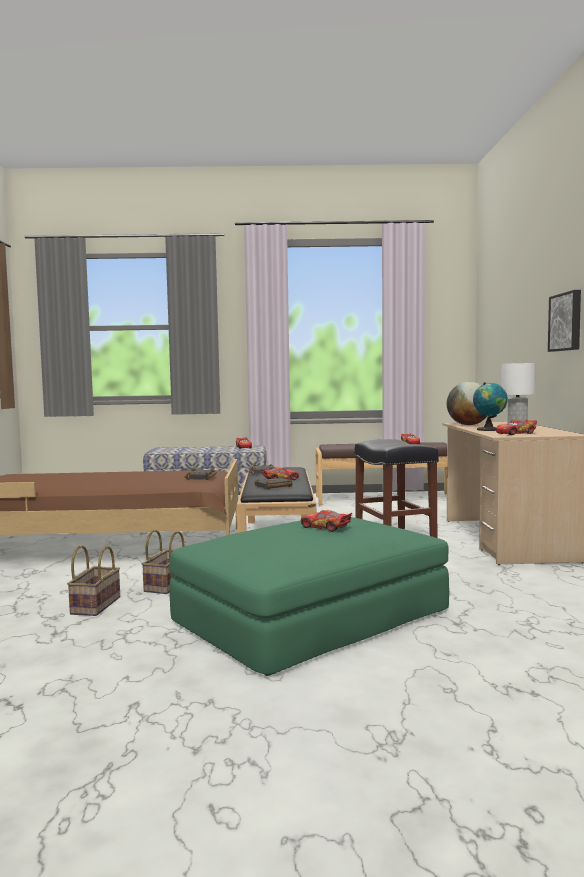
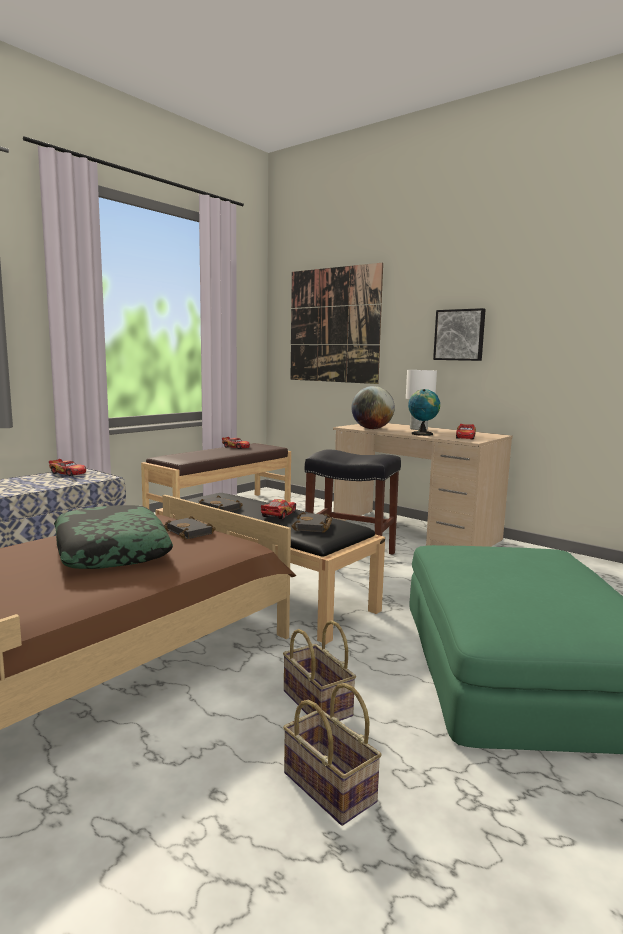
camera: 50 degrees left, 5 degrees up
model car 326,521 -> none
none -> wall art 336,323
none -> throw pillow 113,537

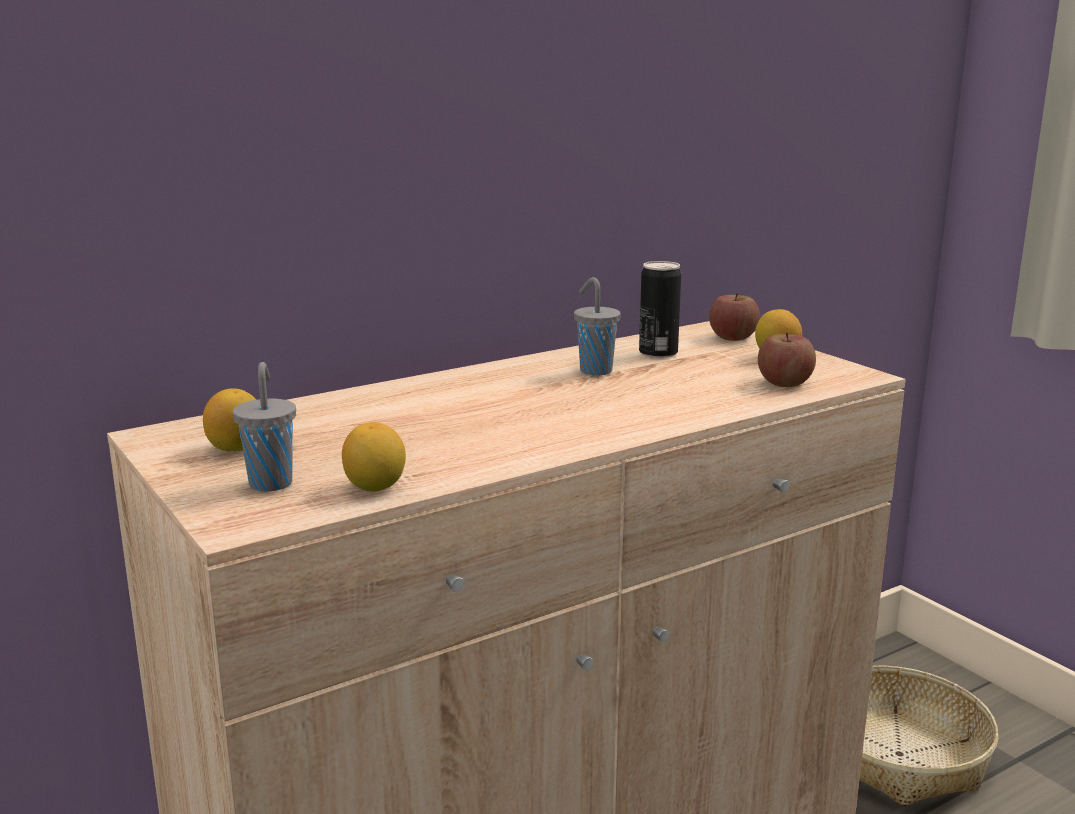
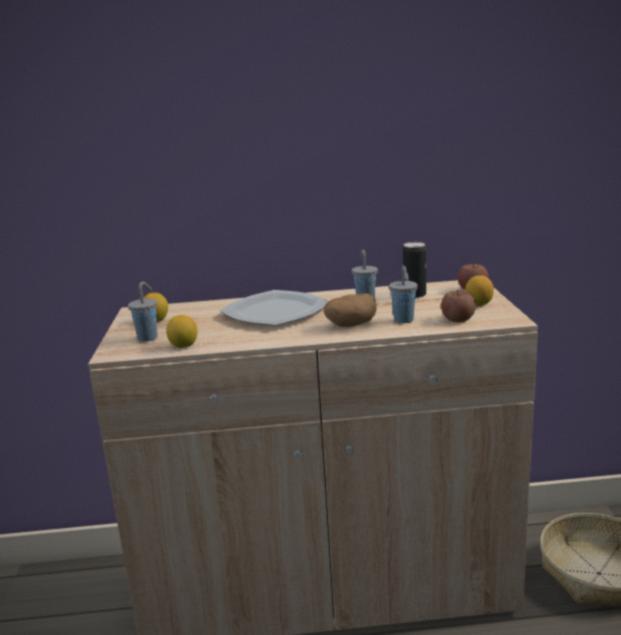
camera: 30 degrees right, 0 degrees up
none -> grey small cup 403,294
none -> dinner plate 274,308
none -> potato 350,310

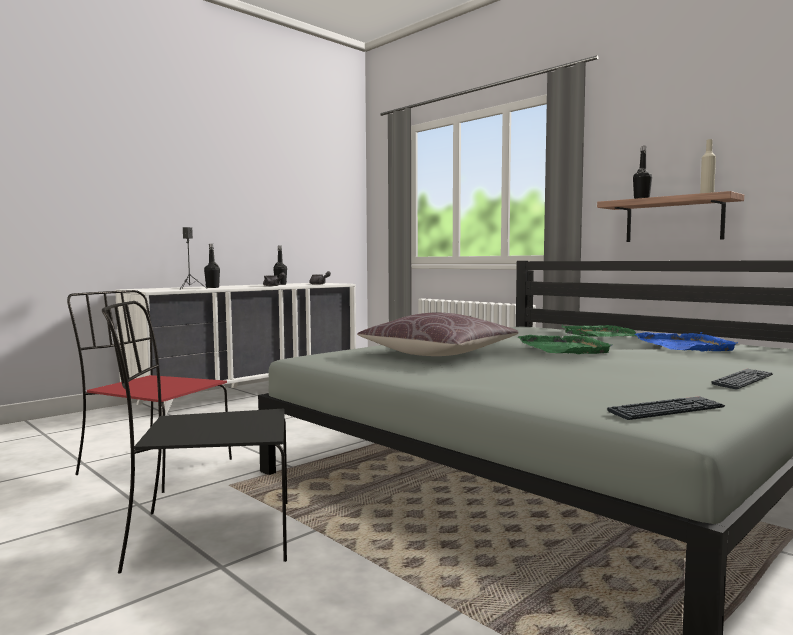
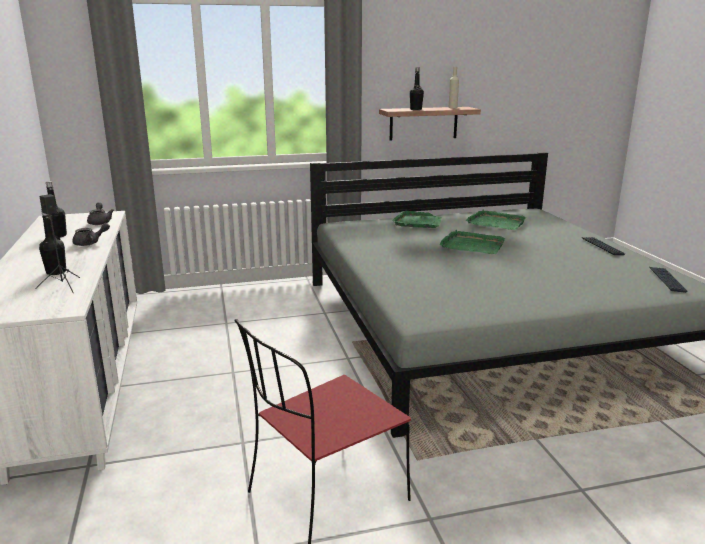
camera: 60 degrees left, 15 degrees up
blackish upright chair 194,437 -> none
brownish throw pillow 438,334 -> none
blue-coloured serving tray 686,342 -> greenish serving tray 496,219

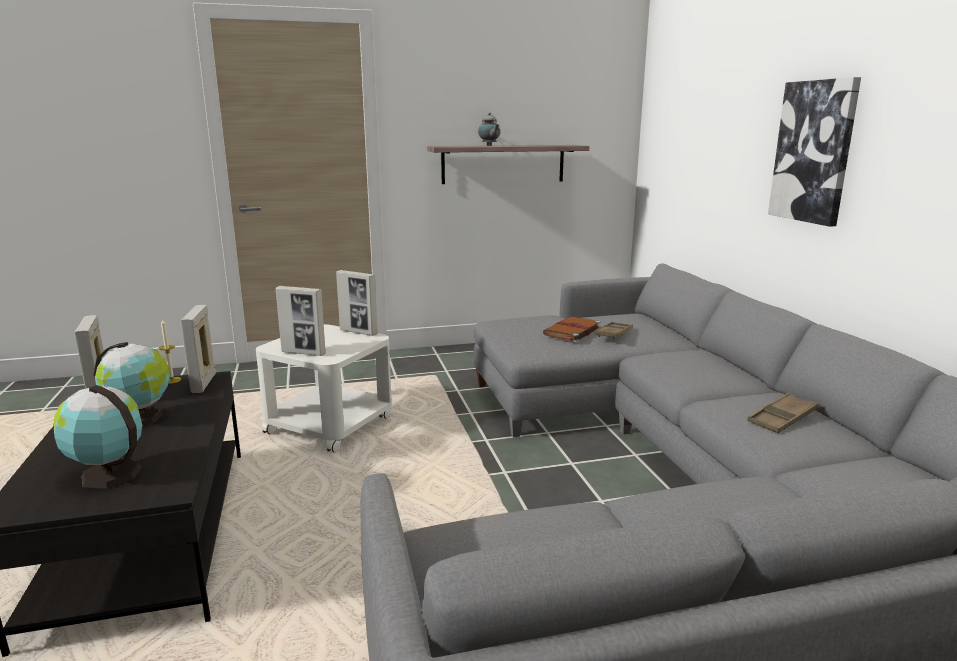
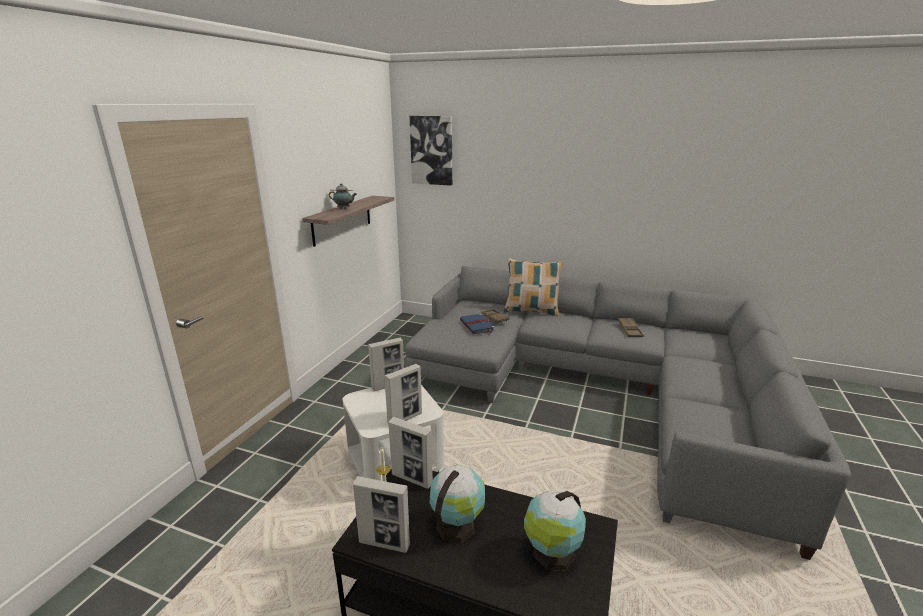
camera: 55 degrees left, 5 degrees up
wall art 814,152 -> wall art 431,151, moved
brownish book 572,329 -> blue-coloured book 477,324
none -> throw pillow 533,287

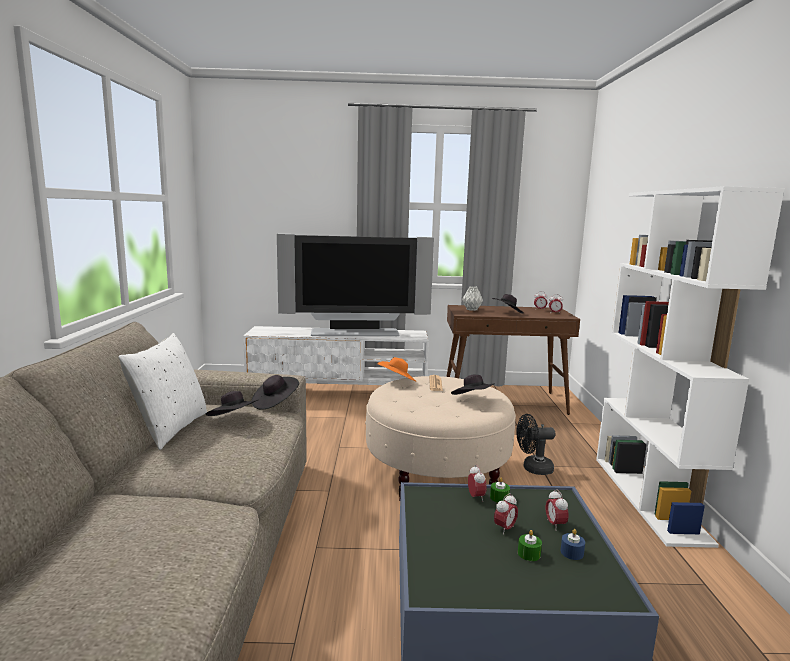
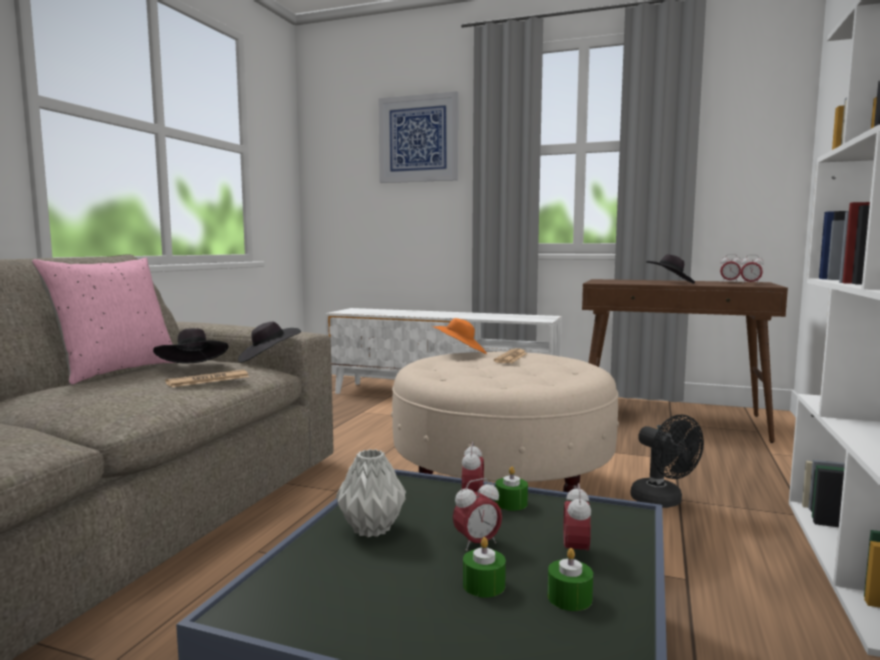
camera: 20 degrees right, 5 degrees down
TV set 355,285 -> none
grey vase 472,298 -> grey vase 371,493, moved
white-coloured throw pillow 162,391 -> pink-coloured throw pillow 103,321
blackish clothing hat 473,385 -> none
blackish electric fan 535,444 -> blackish electric fan 667,461, 135 degrees counterclockwise
blue-coloured wax candle 573,544 -> greenish wax candle 570,579
none -> wall art 418,137
none -> printed paper 207,378

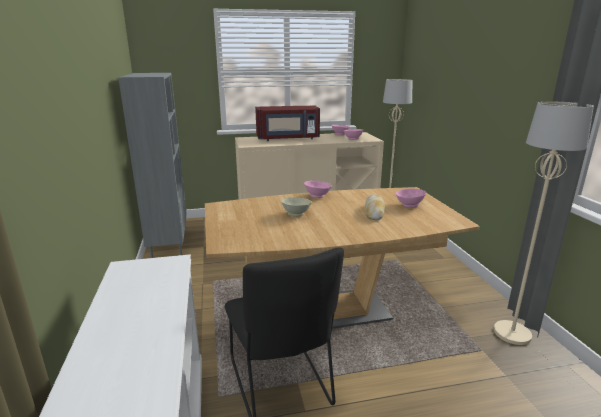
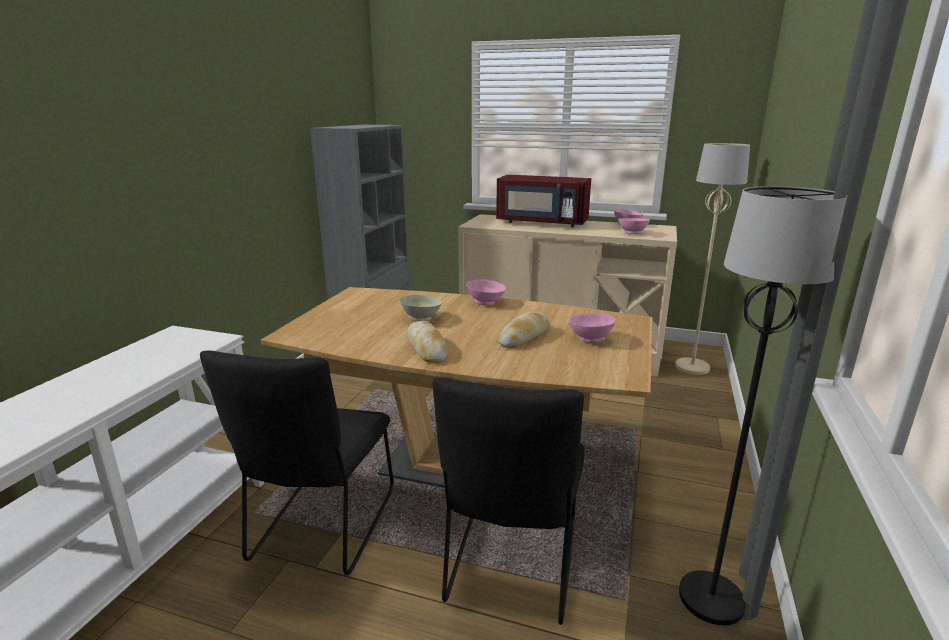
camera: 30 degrees right, 0 degrees up
beige standard lamp 544,223 -> blackish standard lamp 763,405
none -> bakery bread 427,342
none -> blackish upright chair 509,501

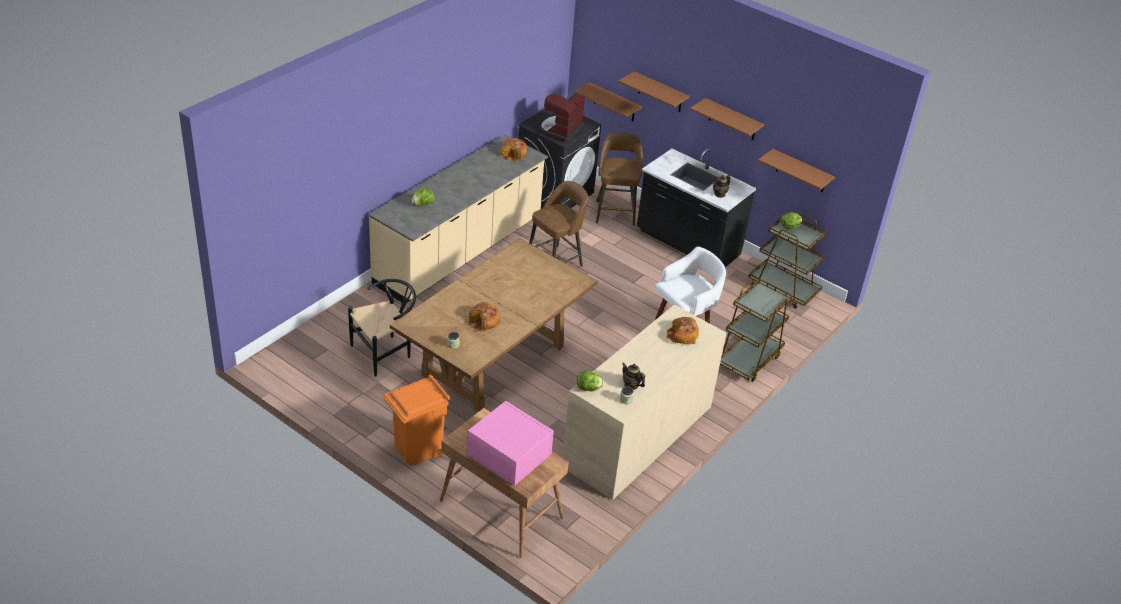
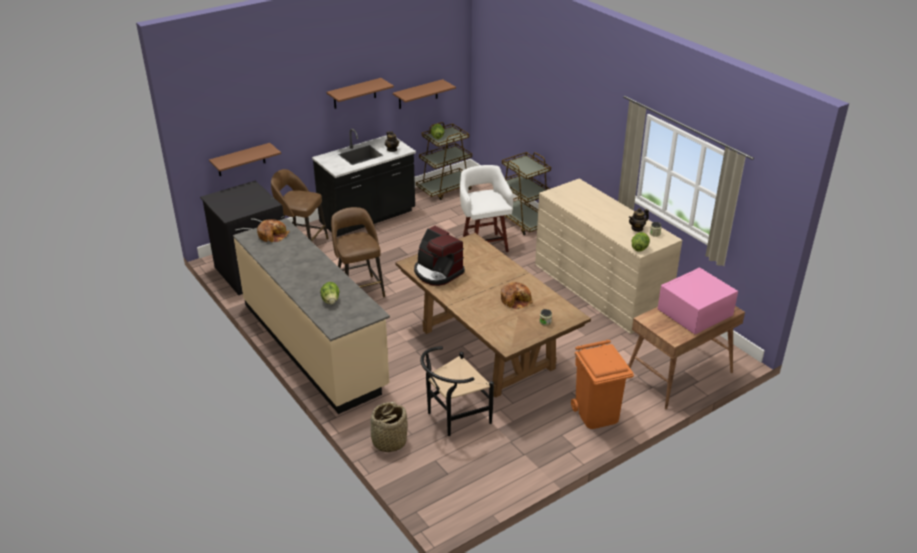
camera: 70 degrees left, 5 degrees down
brownish wall shelf 654,91 -> none
coffee brewer 562,117 -> coffee brewer 439,256, moved
blackish upright chair 382,328 -> blackish upright chair 457,391, 105 degrees counterclockwise
bakery bread 682,331 -> none
none -> household basket 389,427

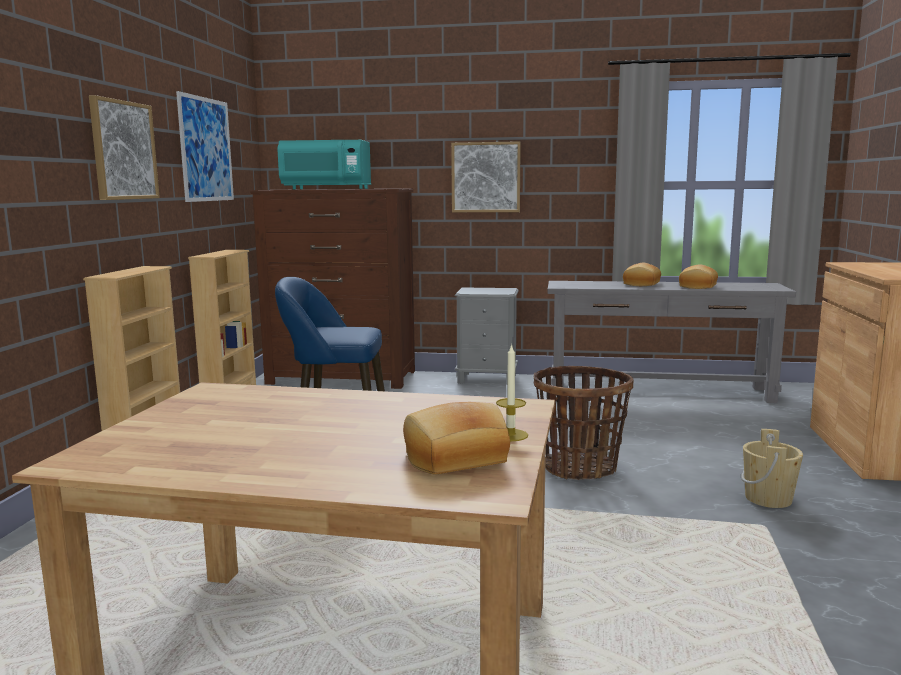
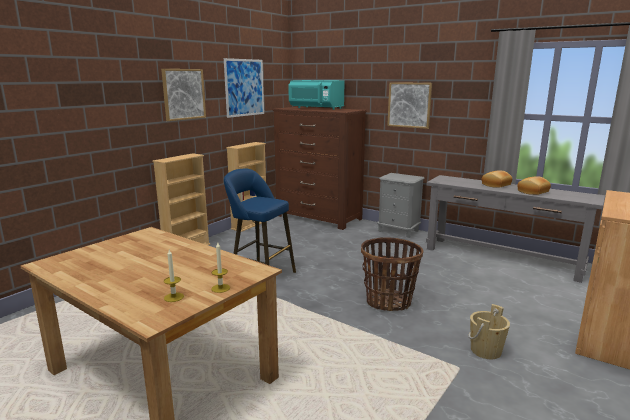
camera: 25 degrees right, 5 degrees up
bakery bread 456,438 -> wax candle 174,276

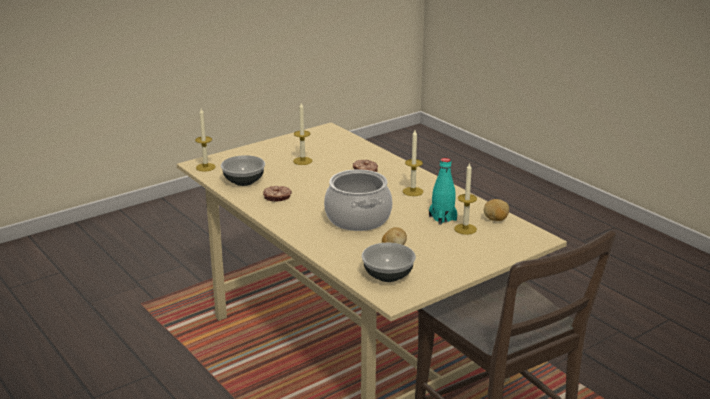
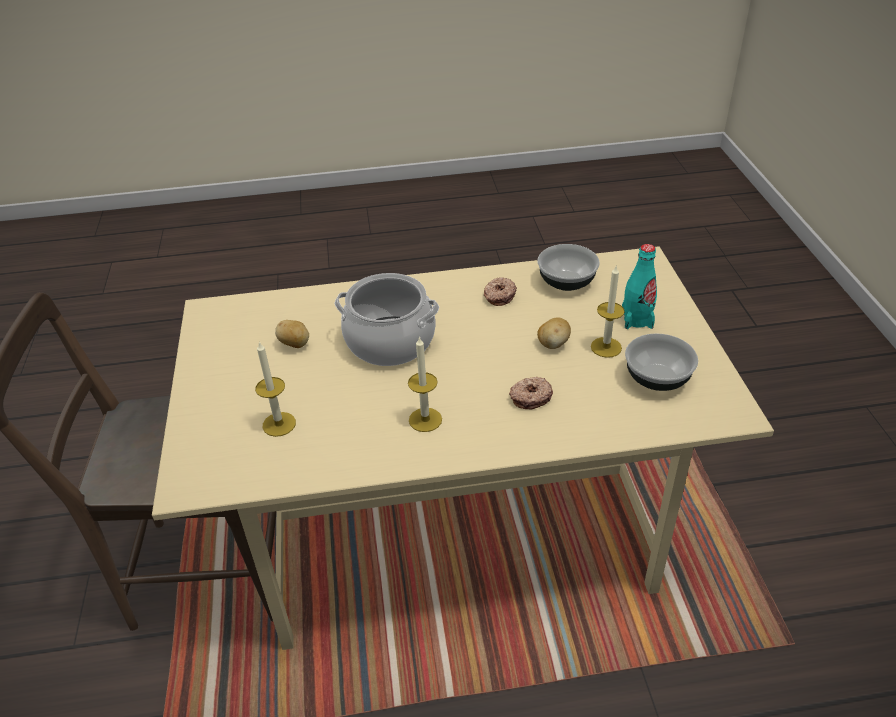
camera: 120 degrees right, 15 degrees up
wax candle 205,140 -> none
turquoise beverage bottle 443,191 -> turquoise beverage bottle 639,286, moved
potato 496,210 -> potato 554,333, moved
bowl 389,262 -> bowl 661,362, moved

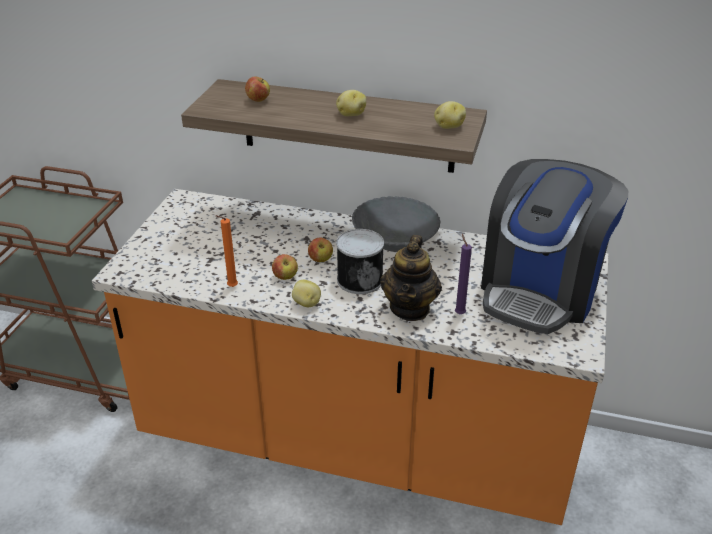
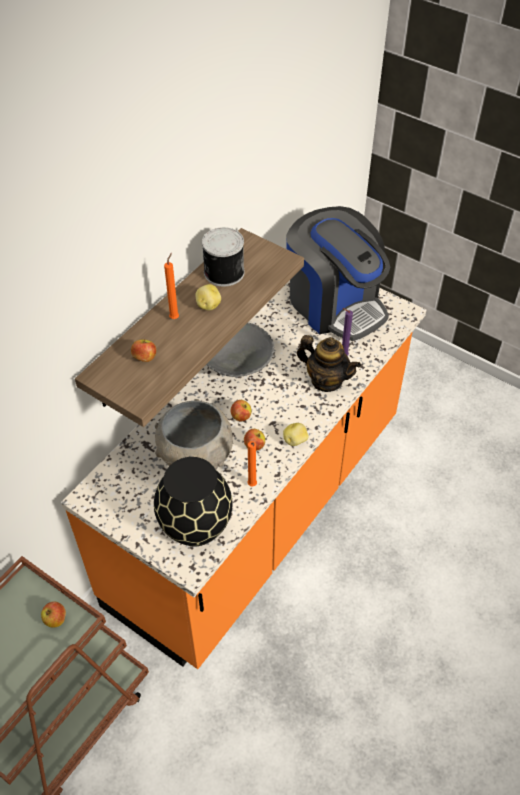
camera: 70 degrees left, 15 degrees up
potato 450,115 -> none
metal can 360,261 -> metal can 223,257, moved
none -> orangey wax candle 171,286
none -> grey bowl 194,434
none -> blackish vase 193,501
none -> whole apple 53,615

